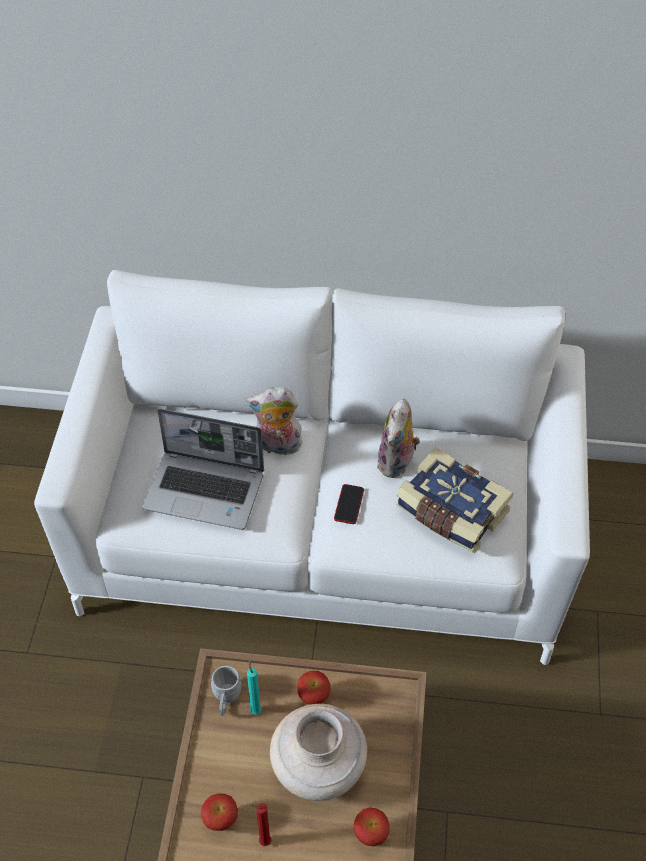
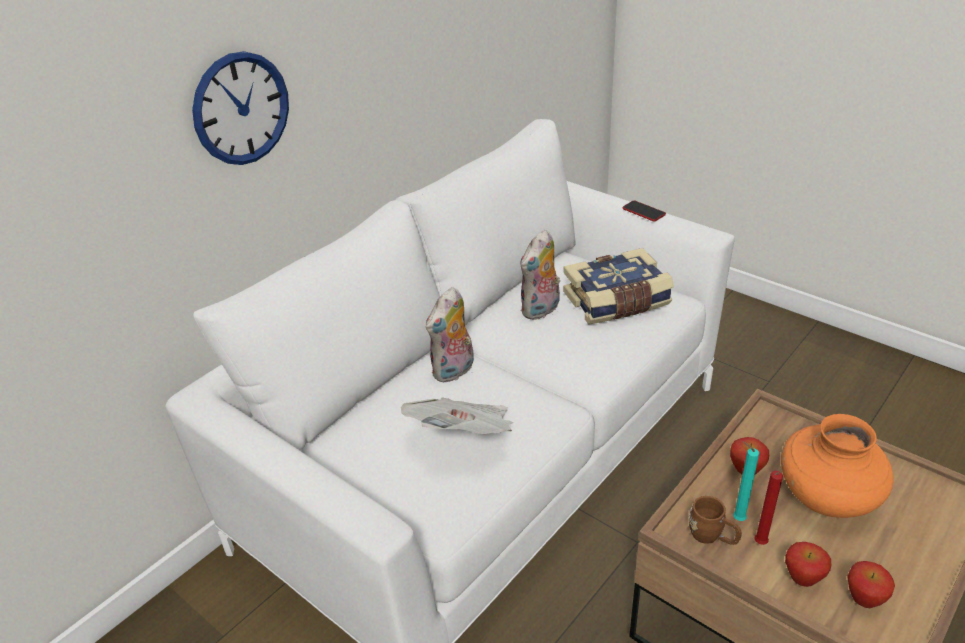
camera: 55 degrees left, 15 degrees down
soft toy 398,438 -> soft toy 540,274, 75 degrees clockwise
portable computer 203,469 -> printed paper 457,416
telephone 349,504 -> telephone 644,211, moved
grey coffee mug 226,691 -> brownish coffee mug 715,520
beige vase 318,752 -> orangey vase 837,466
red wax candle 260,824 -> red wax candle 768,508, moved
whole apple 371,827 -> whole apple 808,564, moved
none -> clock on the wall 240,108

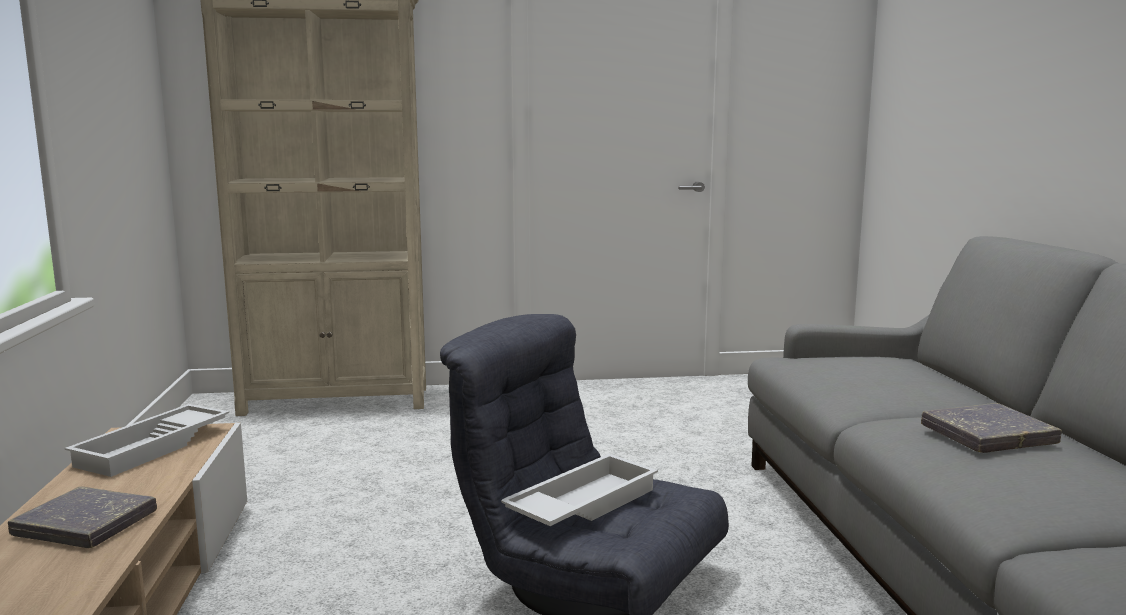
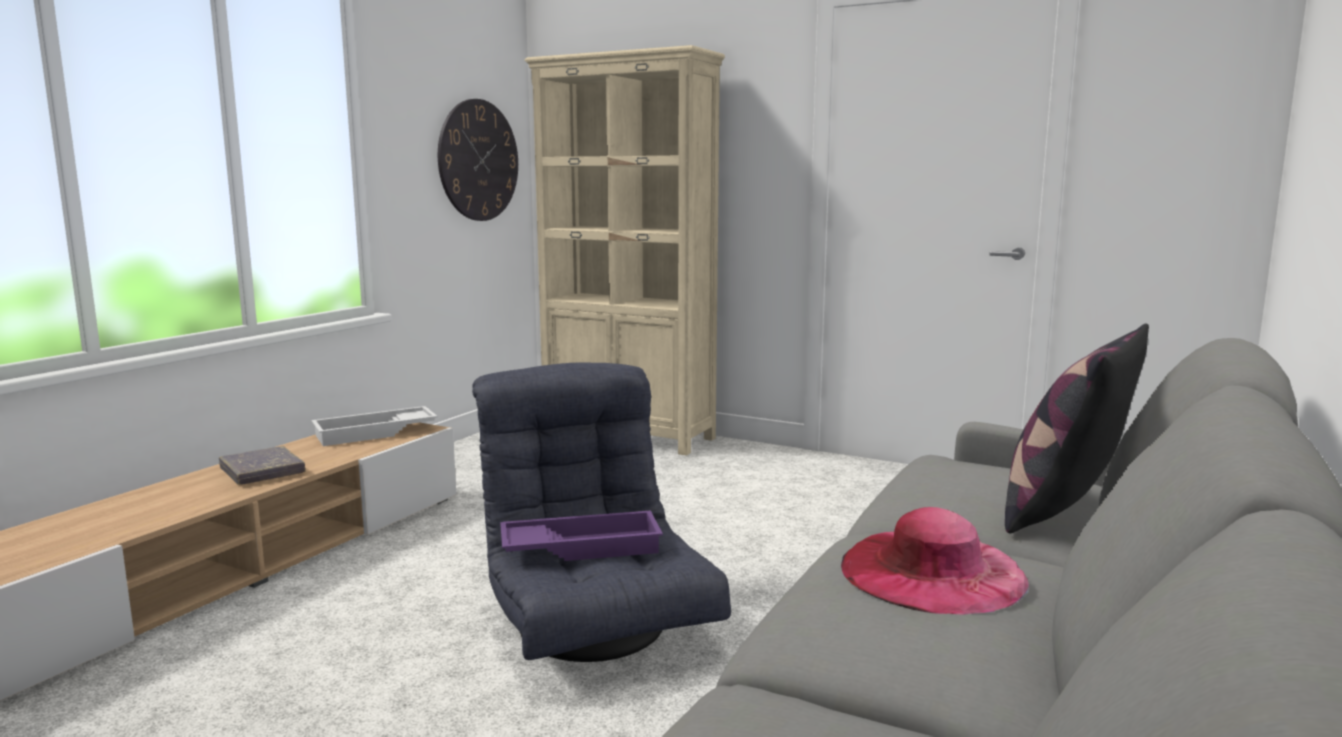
camera: 35 degrees right, 0 degrees up
grey book 991,428 -> pink-coloured clothing hat 935,561
white-coloured serving tray 579,490 -> purple serving tray 581,535
none -> clock on the wall 478,160
none -> throw pillow 1077,429

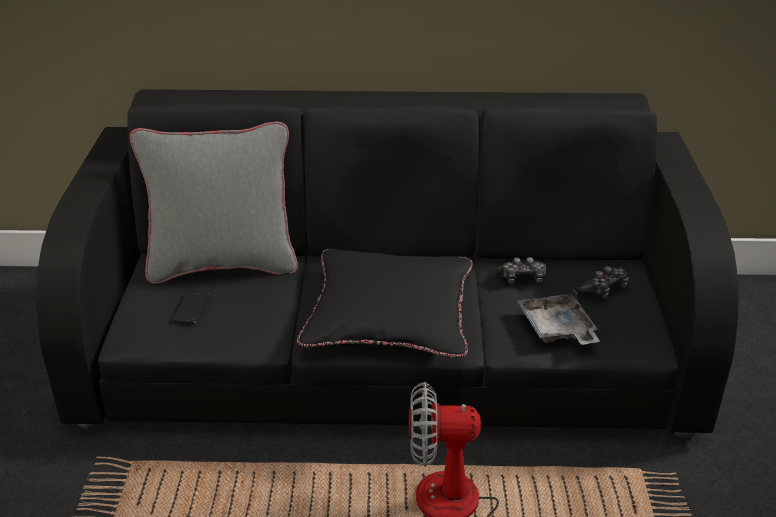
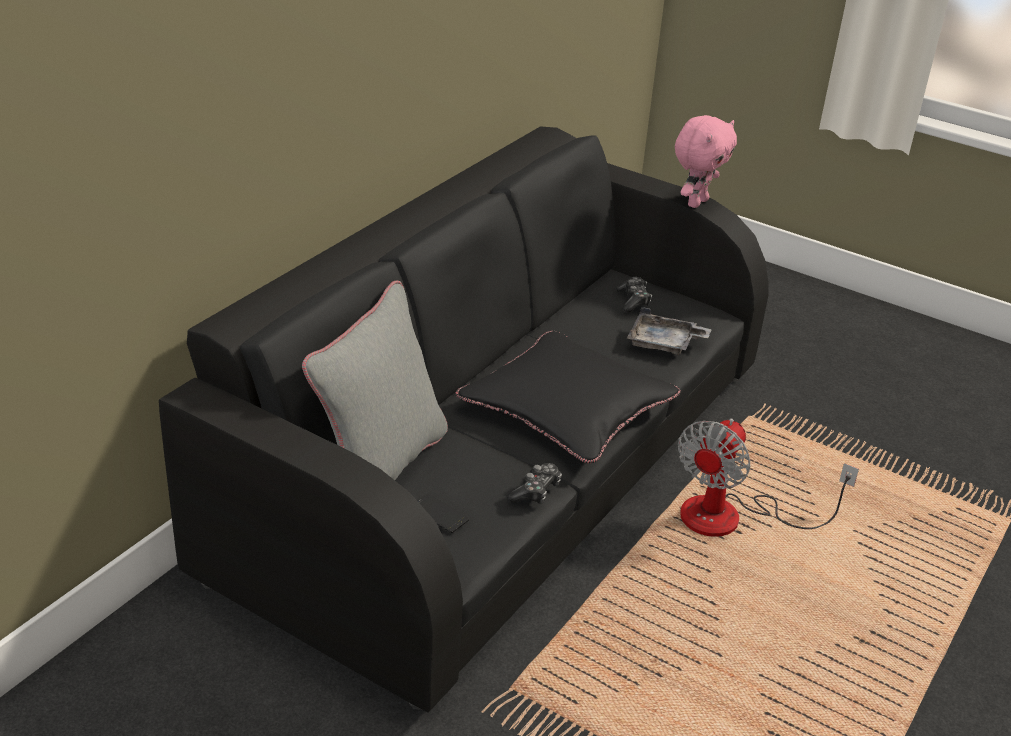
camera: 60 degrees left, 0 degrees up
joypad 520,270 -> joypad 534,483, moved
none -> pink-coloured soft toy 706,161

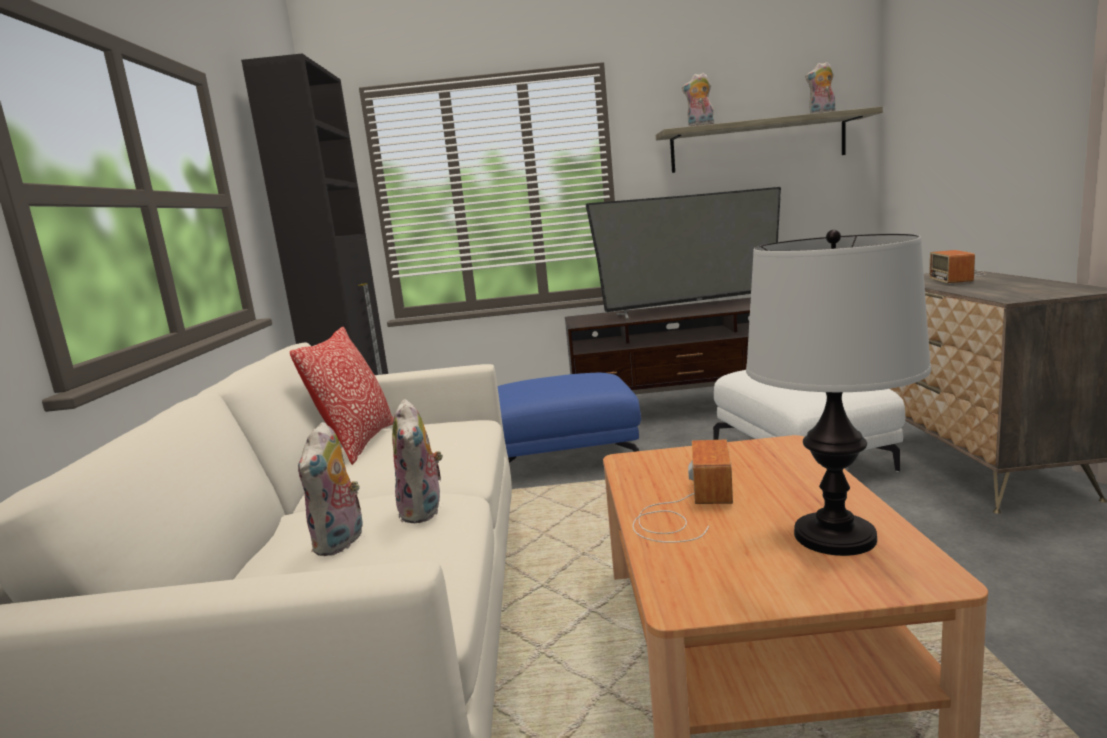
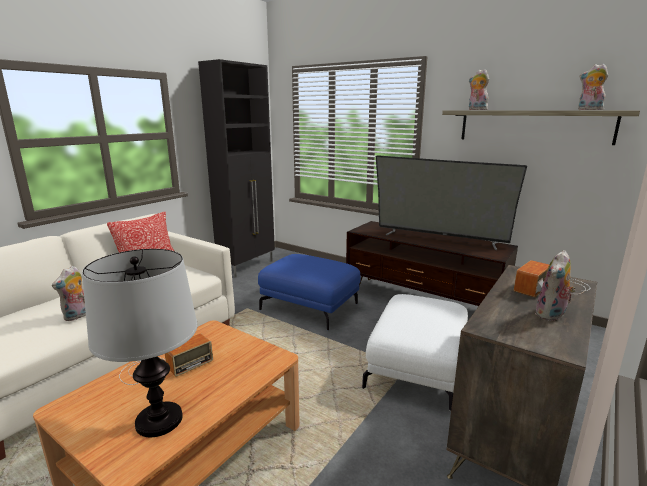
camera: 35 degrees right, 5 degrees up
soft toy 330,489 -> soft toy 555,285, moved

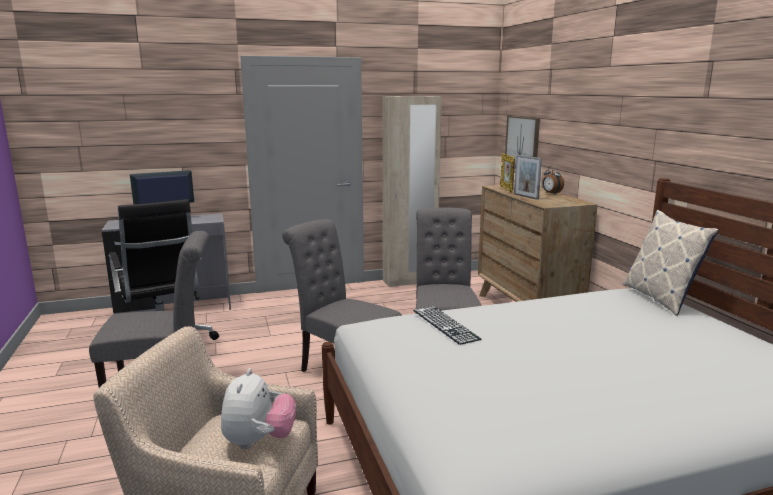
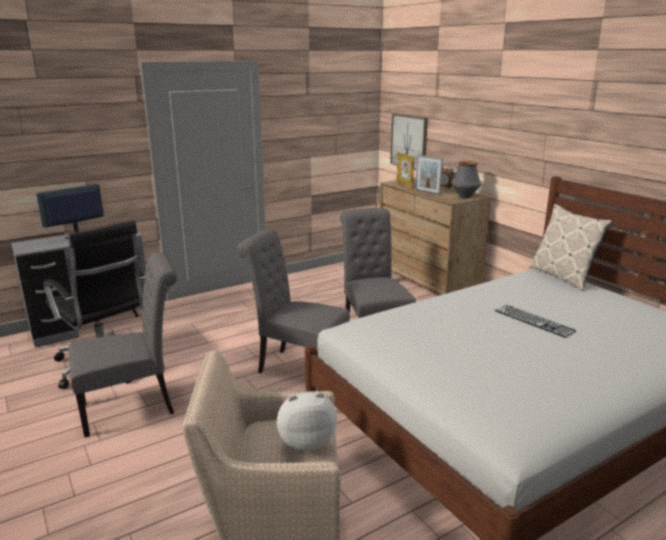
camera: 15 degrees left, 5 degrees up
beige clothes cupboard 412,191 -> none
keyboard 447,325 -> keyboard 535,321, moved
soft toy 258,409 -> soft toy 307,422, 90 degrees counterclockwise
none -> vase 466,179

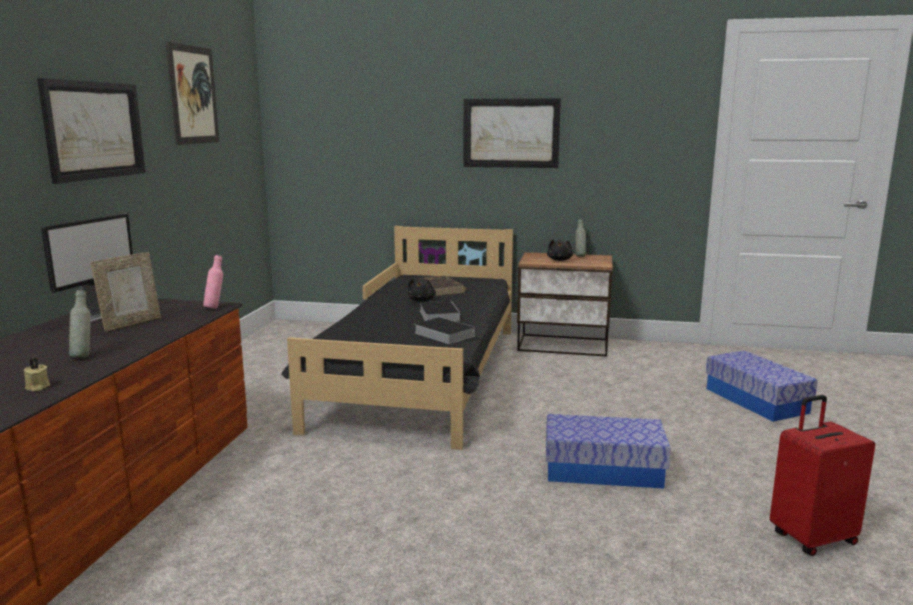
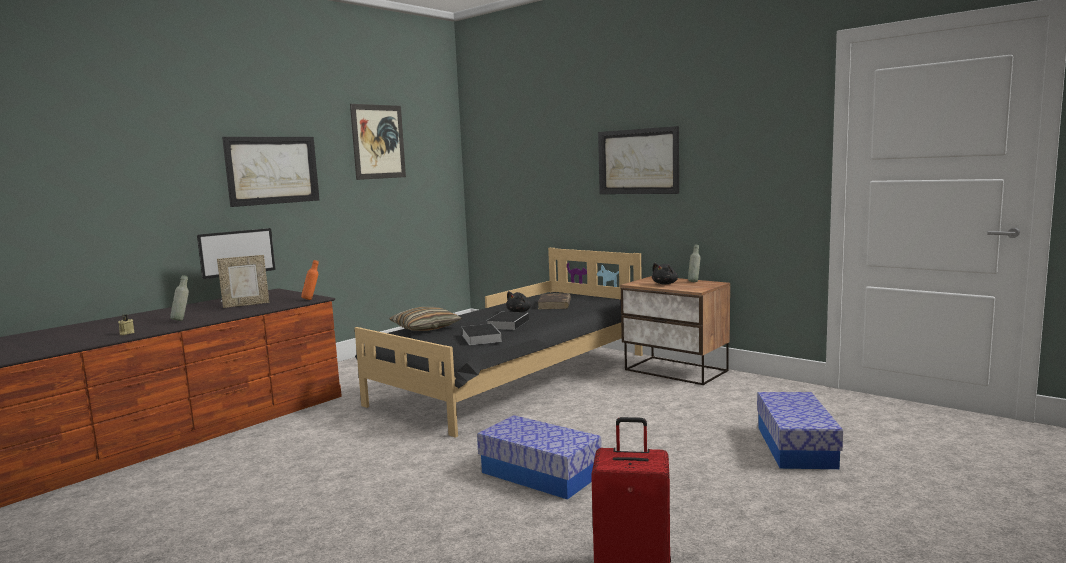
camera: 30 degrees right, 5 degrees down
pink-coloured beverage bottle 213,282 -> orangey beverage bottle 310,280
none -> throw pillow 425,319

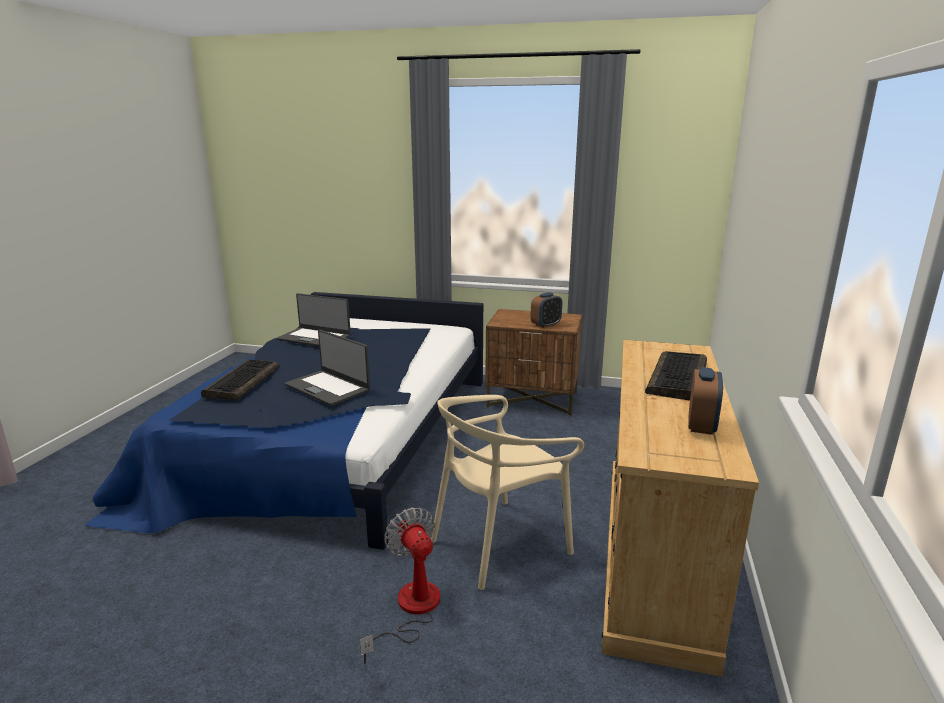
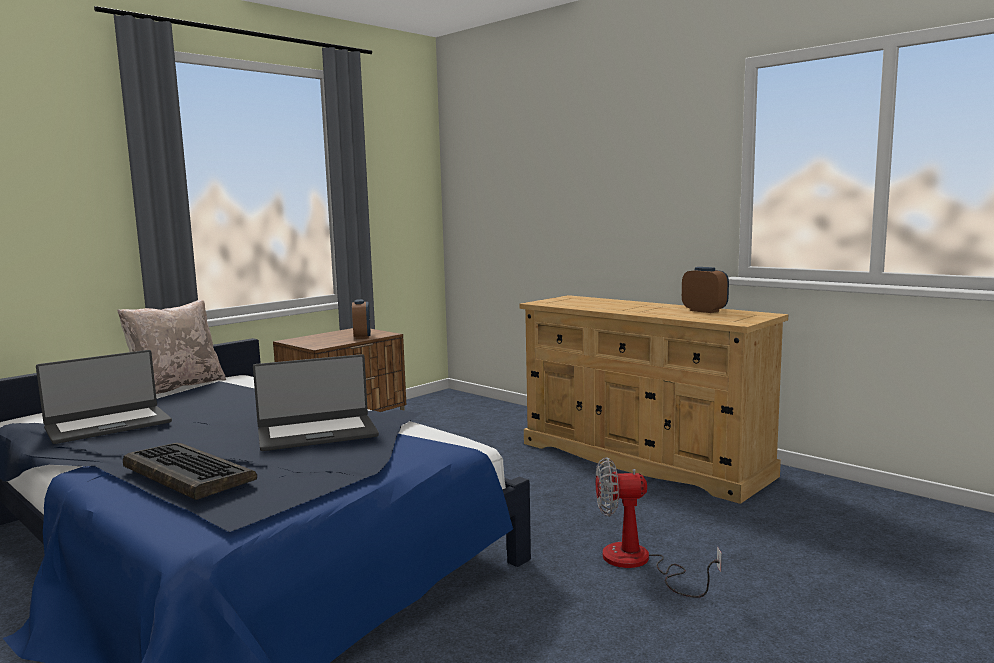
camera: 60 degrees left, 10 degrees down
keyboard 676,376 -> none
beige upright chair 507,492 -> none
none -> beige throw pillow 171,347

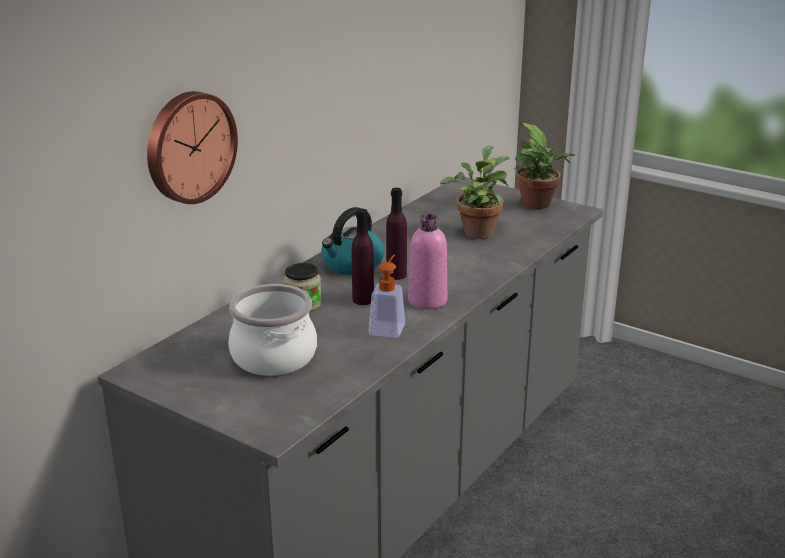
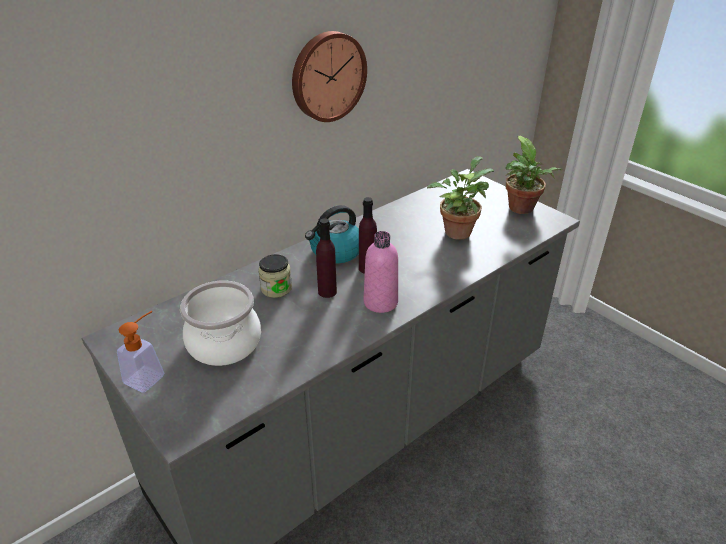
camera: 15 degrees right, 10 degrees up
clock on the wall 192,147 -> clock on the wall 329,76, moved
soap dispenser 387,296 -> soap dispenser 140,352, moved

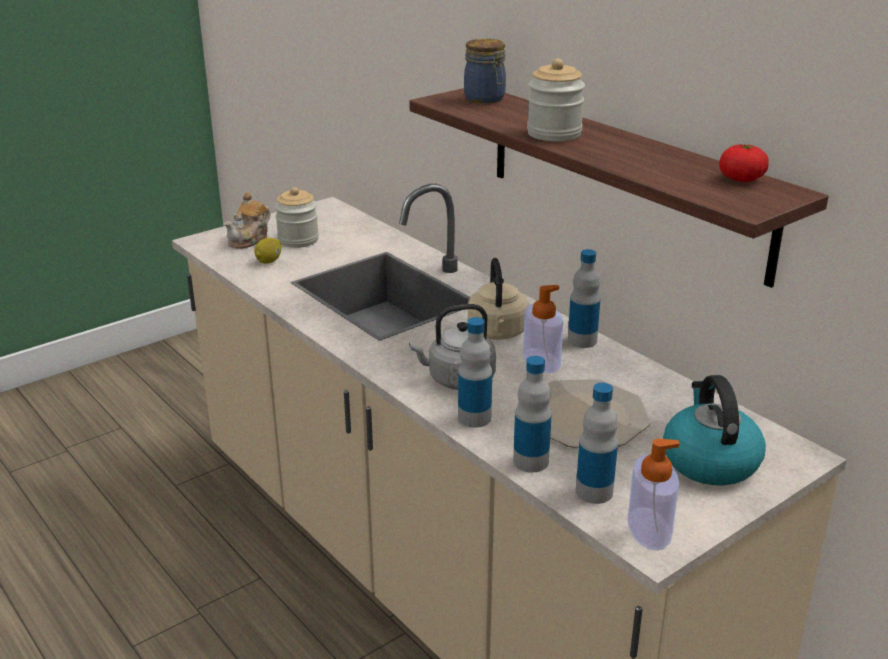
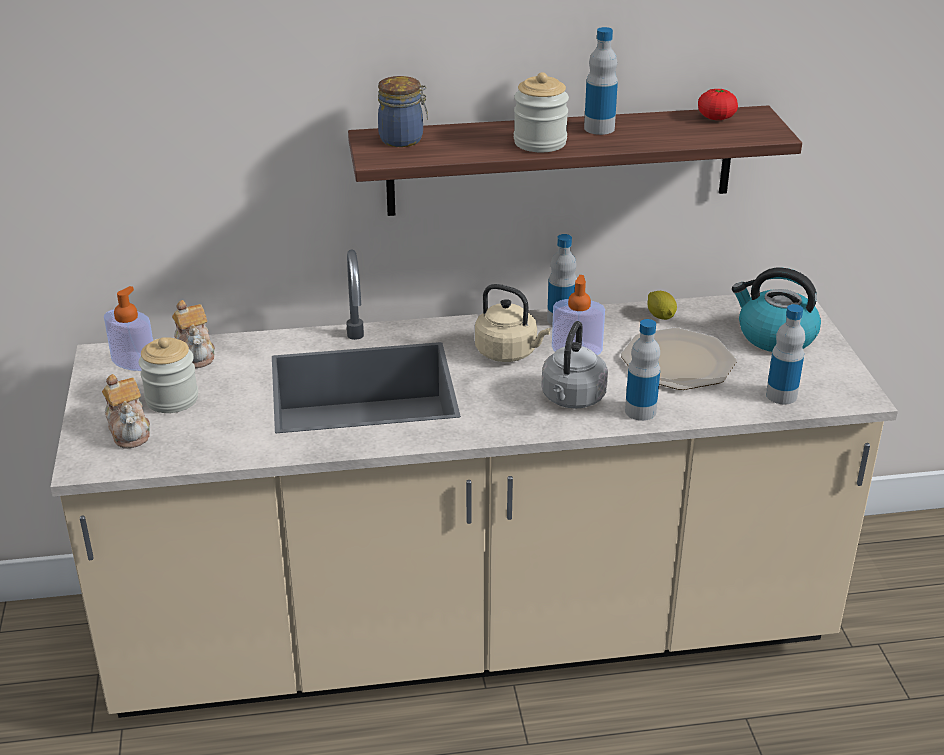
camera: 60 degrees left, 5 degrees up
whole lemon 267,251 -> whole lemon 662,305, moved
beverage bottle 532,414 -> beverage bottle 601,81, moved
soap dispenser 653,494 -> soap dispenser 128,328, moved
none -> tea pot 193,334

